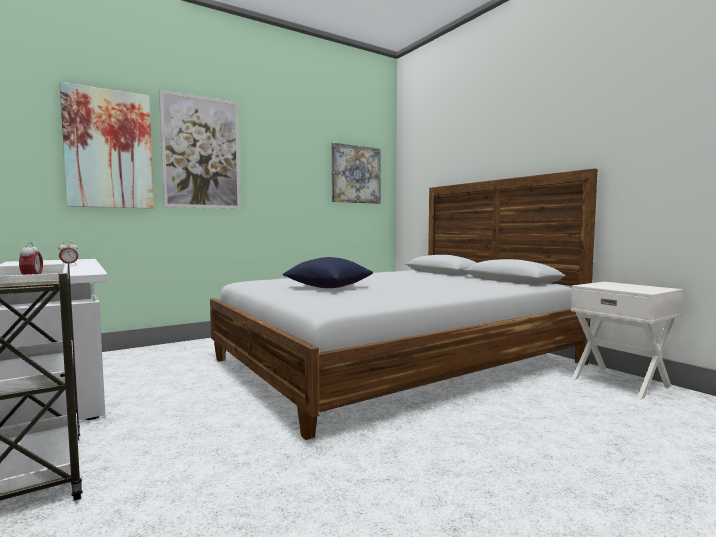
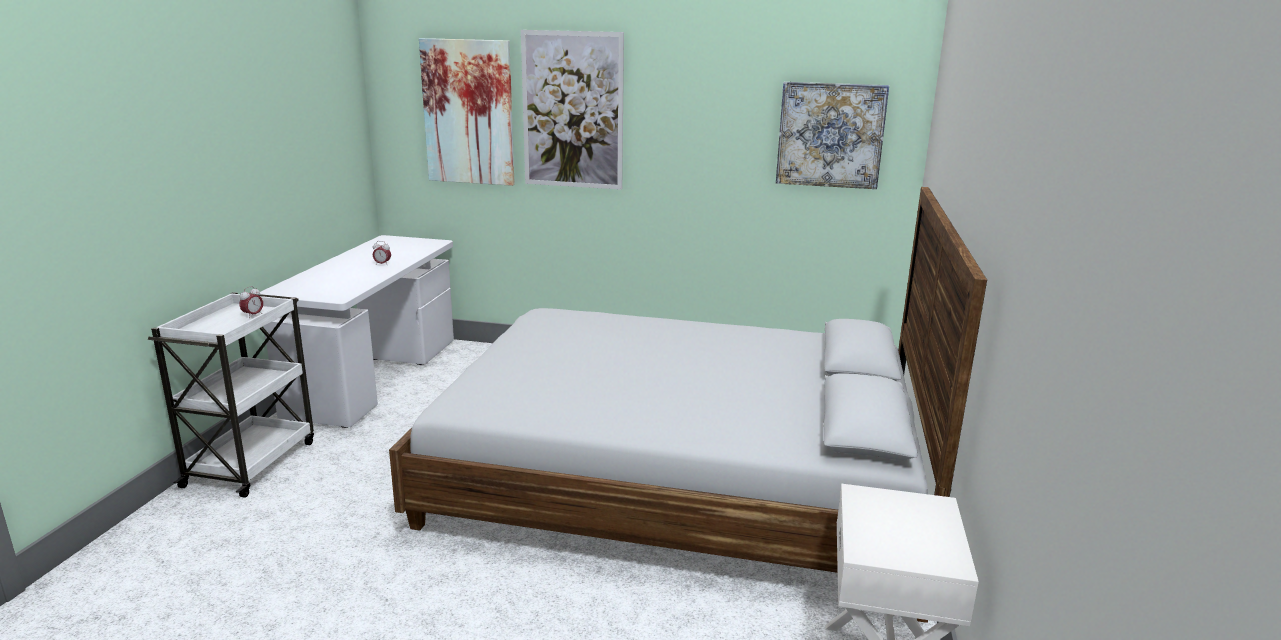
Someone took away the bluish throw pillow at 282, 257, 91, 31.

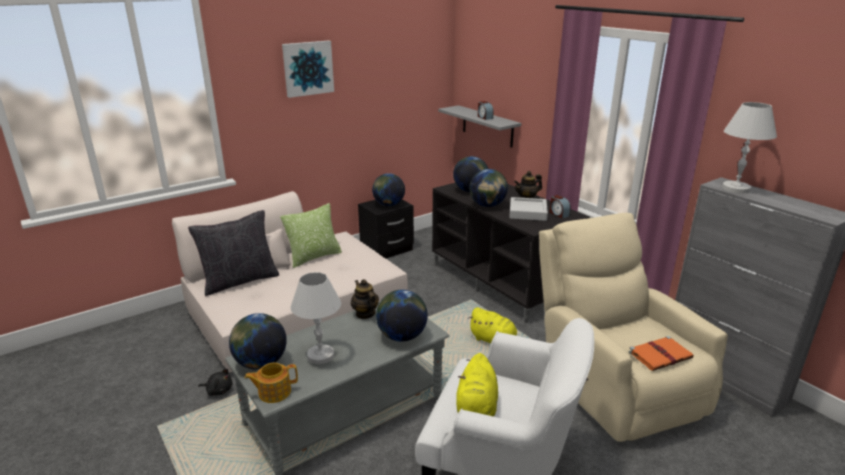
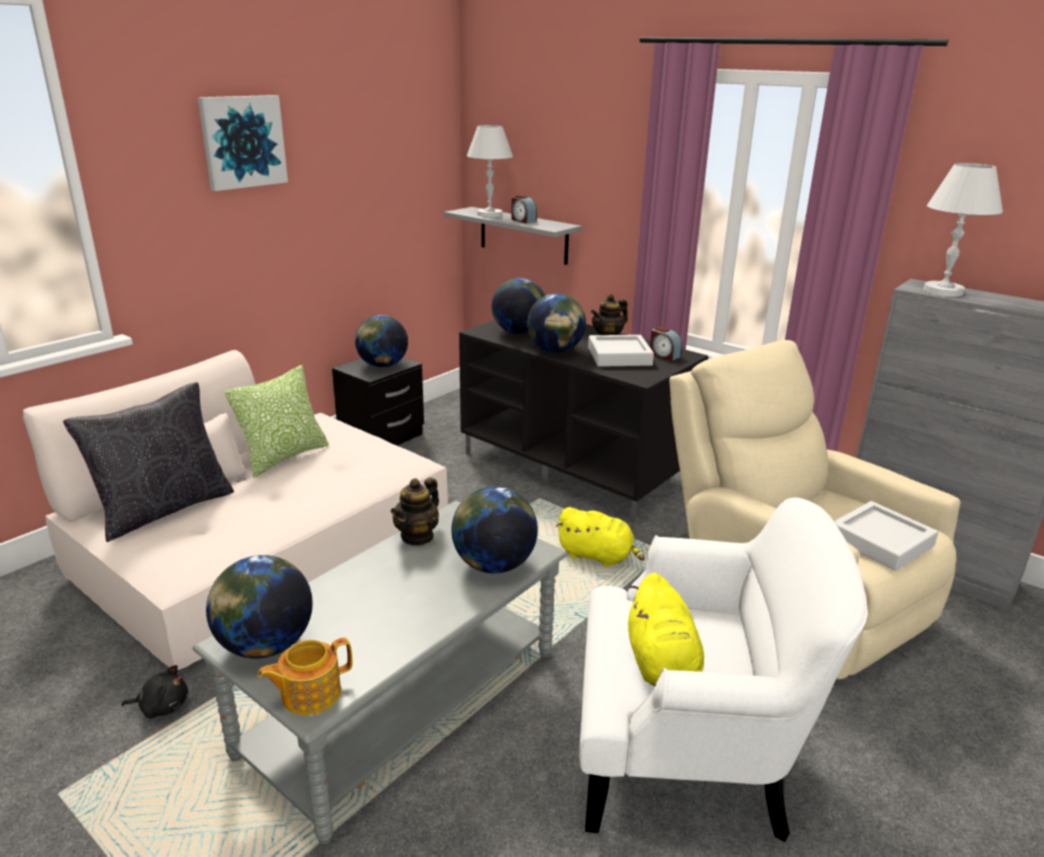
Someone carried the whitish tabletop lamp from 291, 272, 50, 92 to 467, 125, 46, 92.
Someone swapped the orange-coloured volume at 629, 336, 65, 35 for the gray serving tray at 834, 501, 104, 70.
Someone rotated the pot for tea at 351, 279, 28, 40 by 105 degrees counterclockwise.

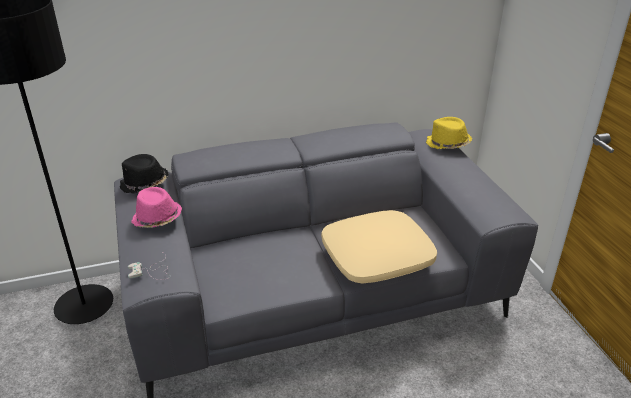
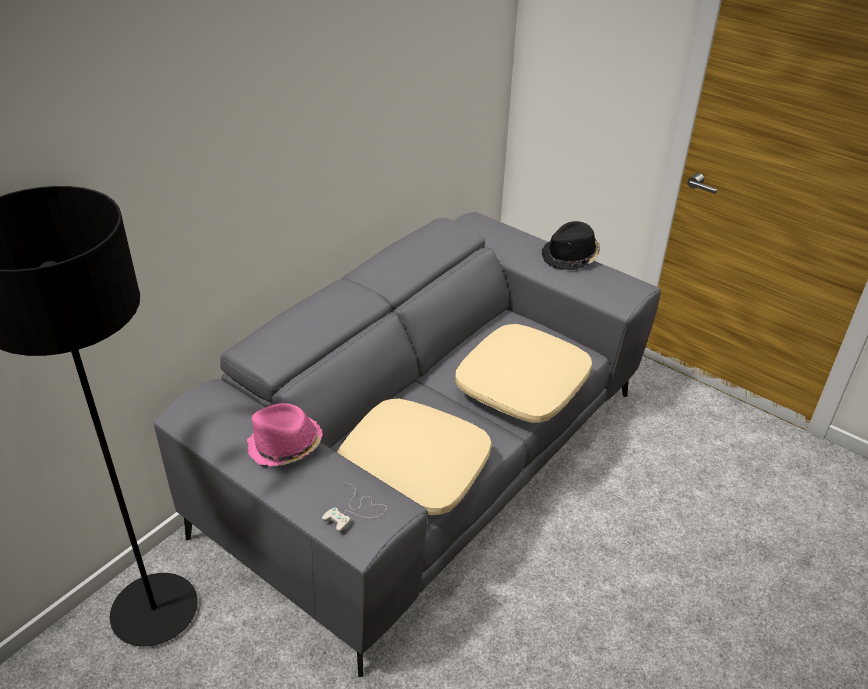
Someone took away the yellow-coloured hat at 426, 117, 46, 32.
Someone put down the beige-coloured throw pillow at 337, 399, 155, 116.
Someone carried the black hat from 120, 154, 49, 39 to 542, 221, 57, 49.

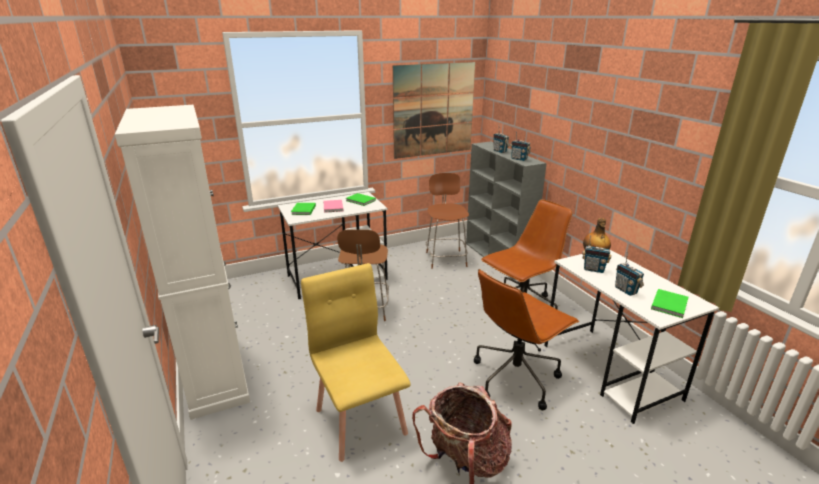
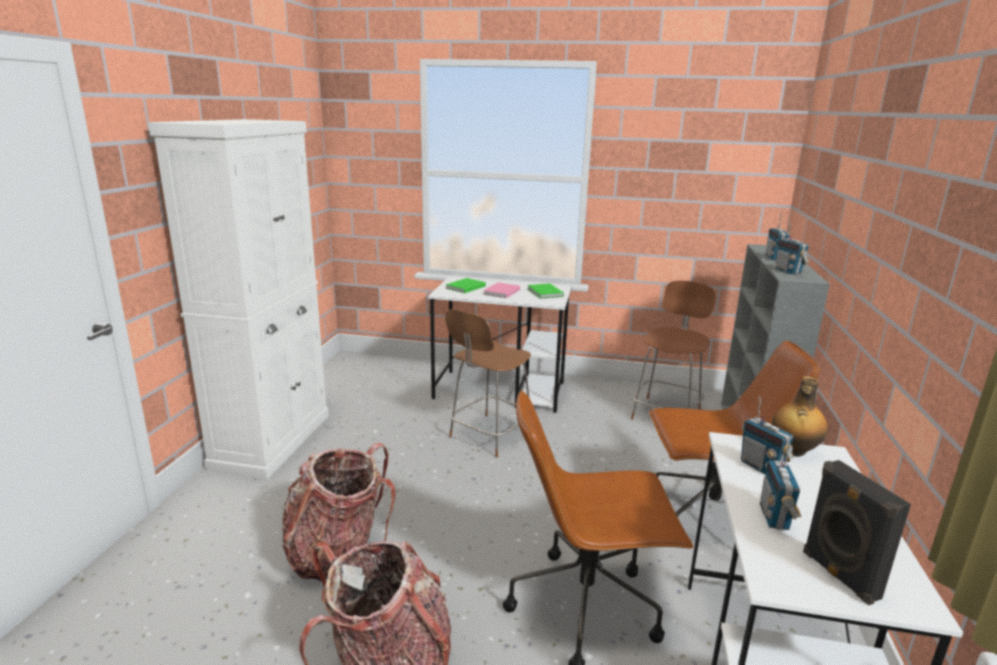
Someone took away the wall art at 393, 62, 82, 97.
Someone swapped the yellow-coloured upright chair at 301, 263, 110, 199 for the knapsack at 282, 443, 114, 138.
Someone swapped the green volume at 651, 289, 37, 29 for the black audio speaker at 803, 460, 108, 145.

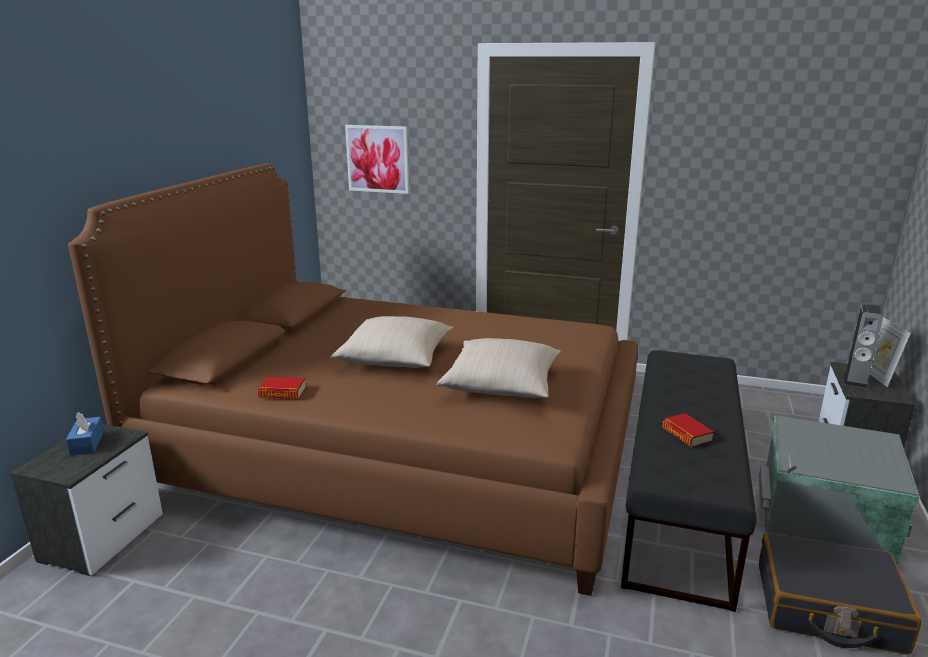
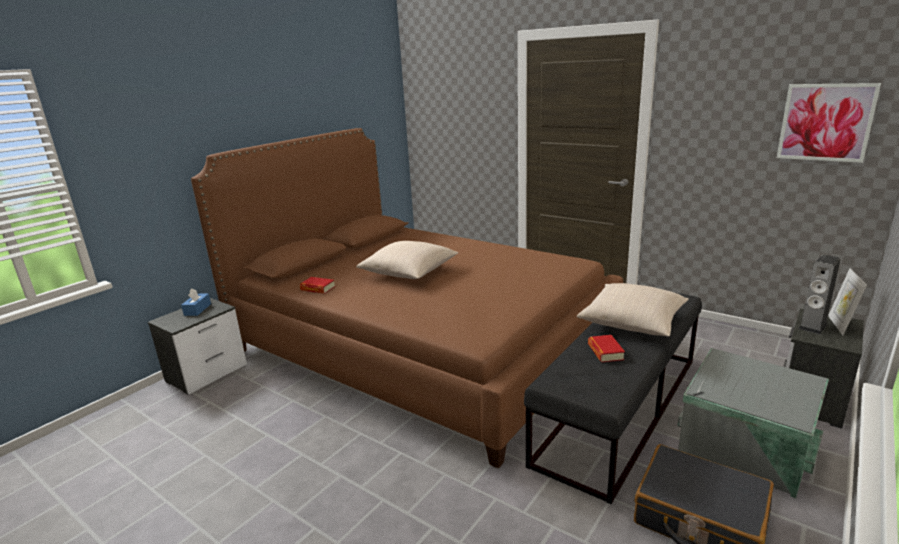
Someone carried the wall art from 345, 125, 64, 69 to 777, 83, 104, 80.
Someone carried the beige-coloured throw pillow from 437, 338, 124, 60 to 577, 283, 112, 54.

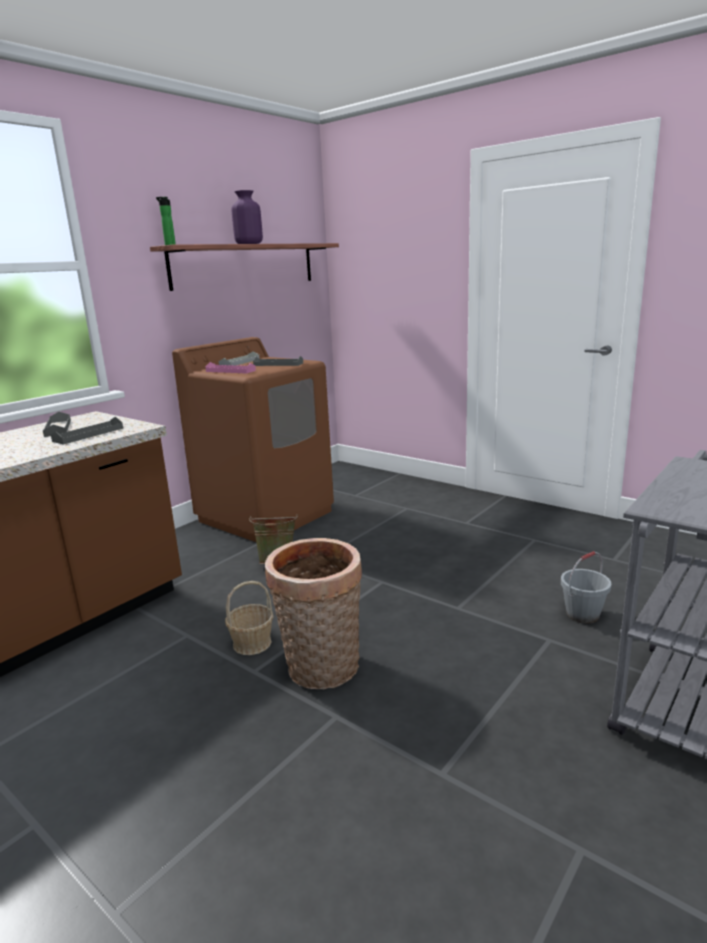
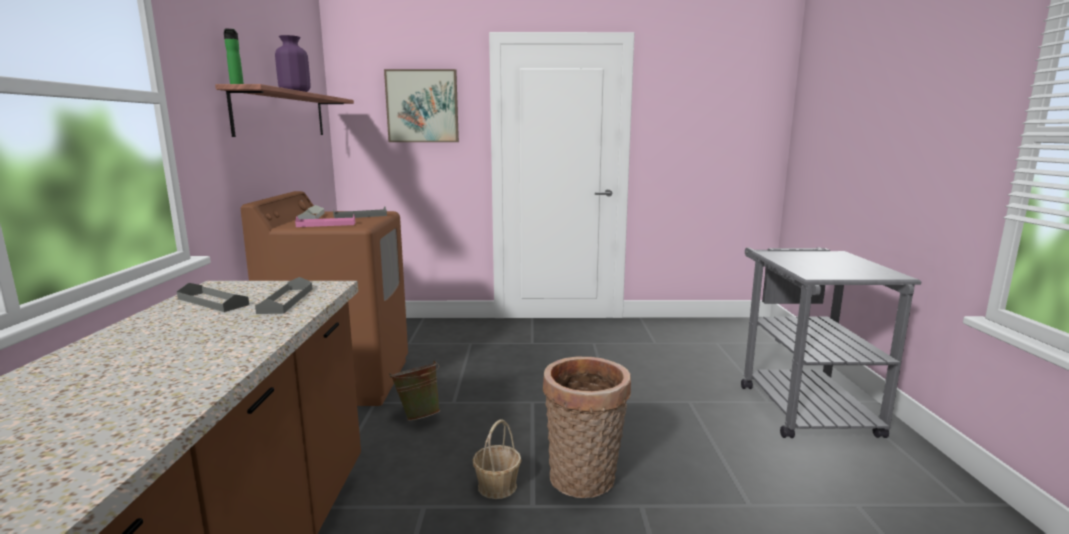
Someone took away the gray bucket at 561, 551, 50, 73.
Someone put up the wall art at 384, 69, 75, 73.

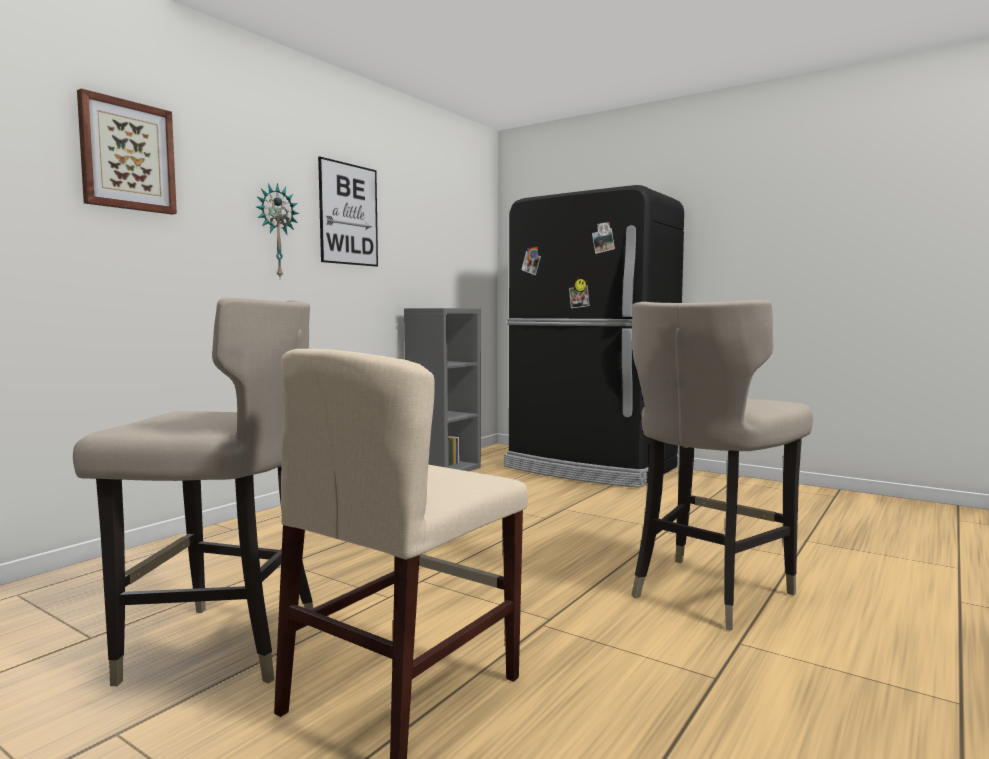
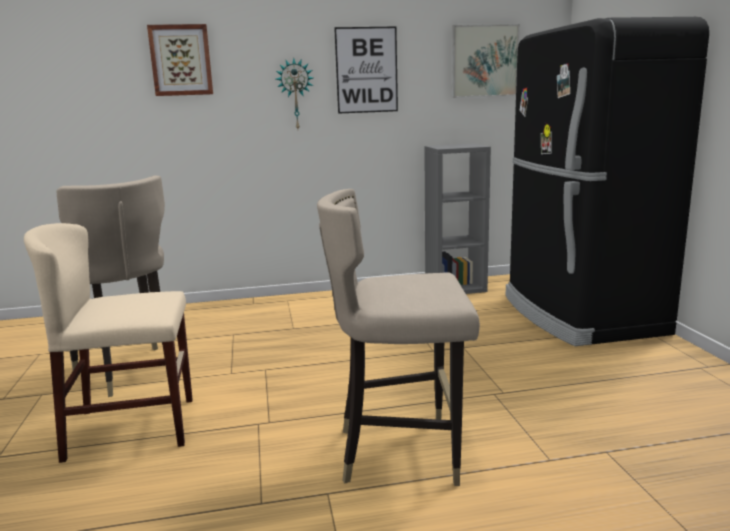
Someone put up the wall art at 452, 24, 68, 74.

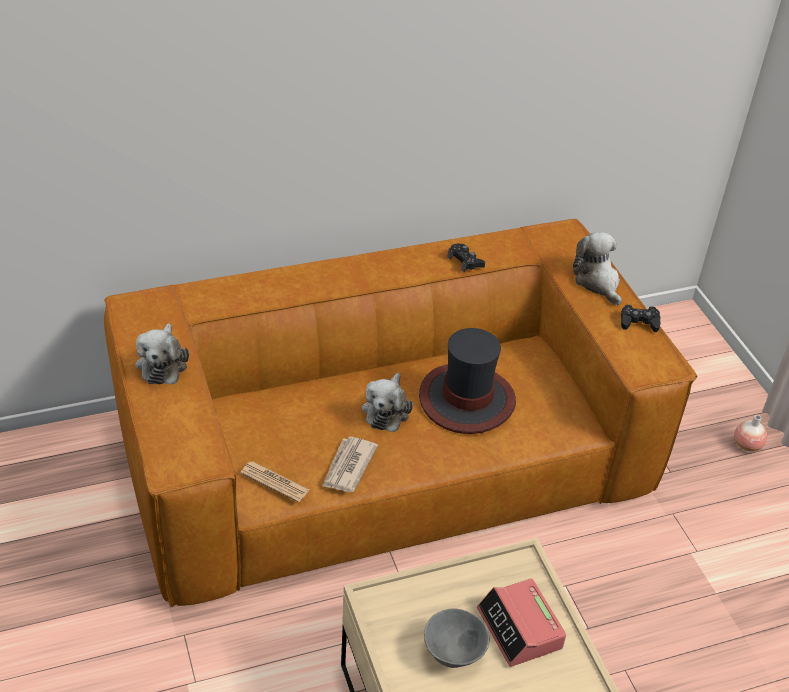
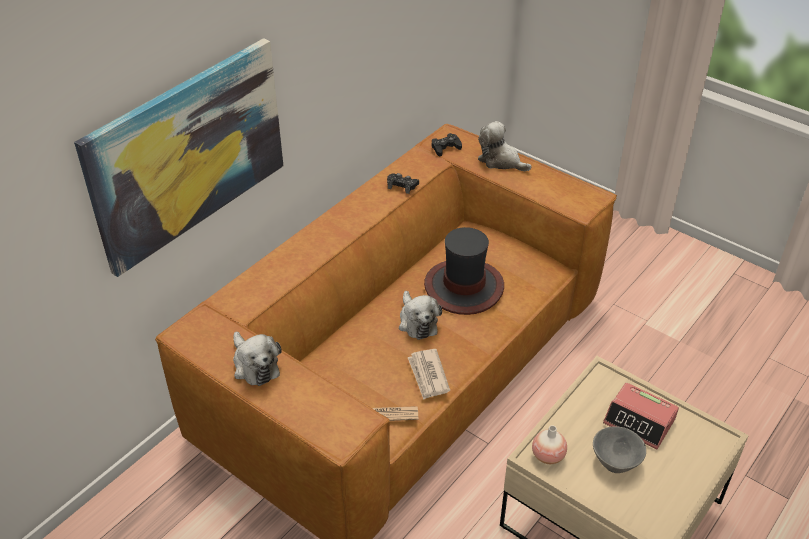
Someone put up the wall art at 74, 38, 209, 239.
Someone carried the black game controller from 621, 305, 40, 27 to 432, 133, 30, 23.
Someone carried the flower vase from 734, 415, 33, 37 to 532, 425, 35, 39.

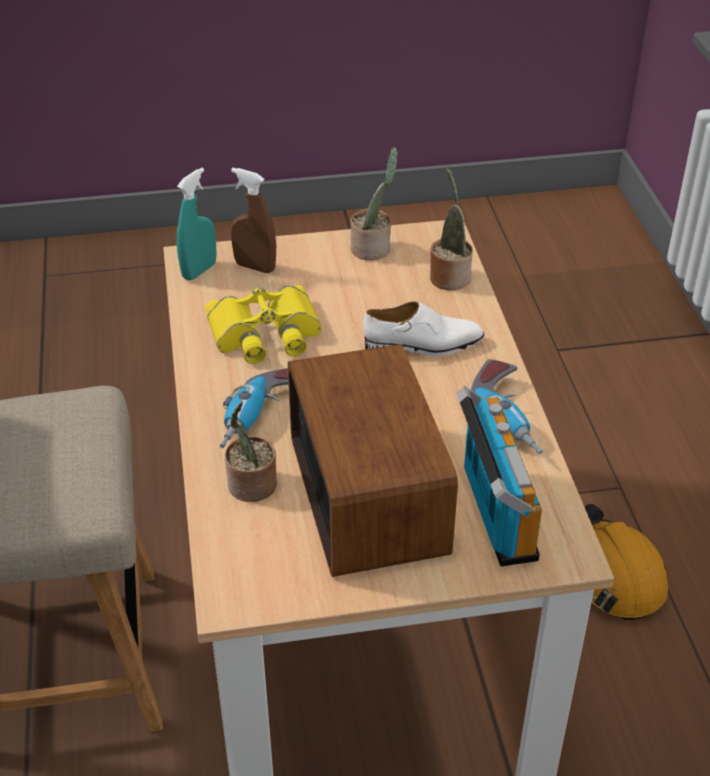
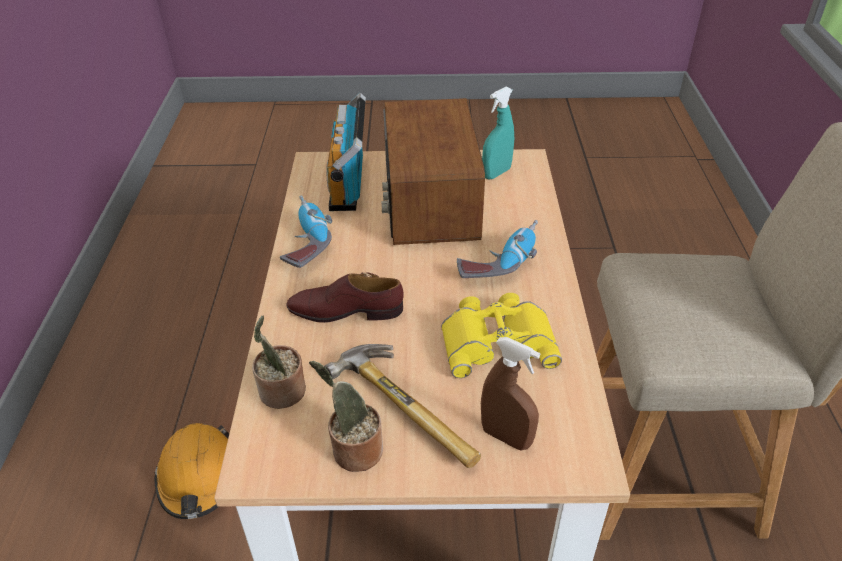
Someone took away the plant in a pot at 225, 401, 52, 101.
Someone put down the tool hammer at 324, 344, 157, 124.
Someone carried the turquoise spray bottle from 177, 168, 40, 112 to 482, 87, 32, 93.
Someone repainted the whitish item of footwear at 363, 301, 121, 55, which became the brown-coloured item of footwear at 286, 272, 118, 51.

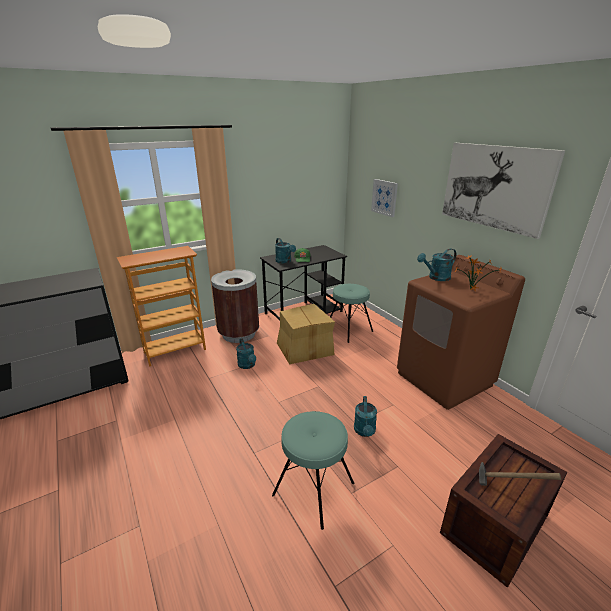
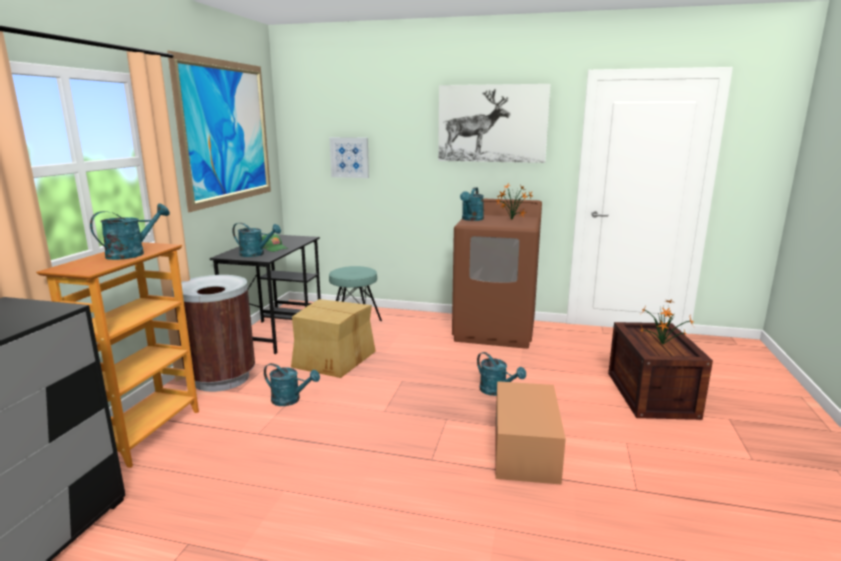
Someone put down the turquoise sprinkling can at 90, 204, 80, 56.
Someone put up the wall art at 167, 50, 104, 163.
Someone swapped the turquoise stool at 272, 411, 82, 119 for the packing box at 495, 381, 71, 104.
Someone swapped the tool hammer at 479, 462, 82, 24 for the plant in a pot at 641, 299, 52, 46.

